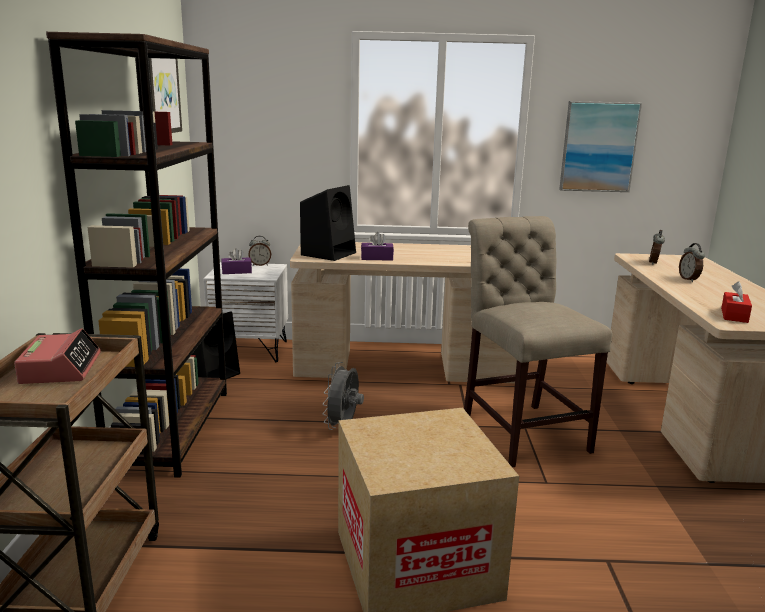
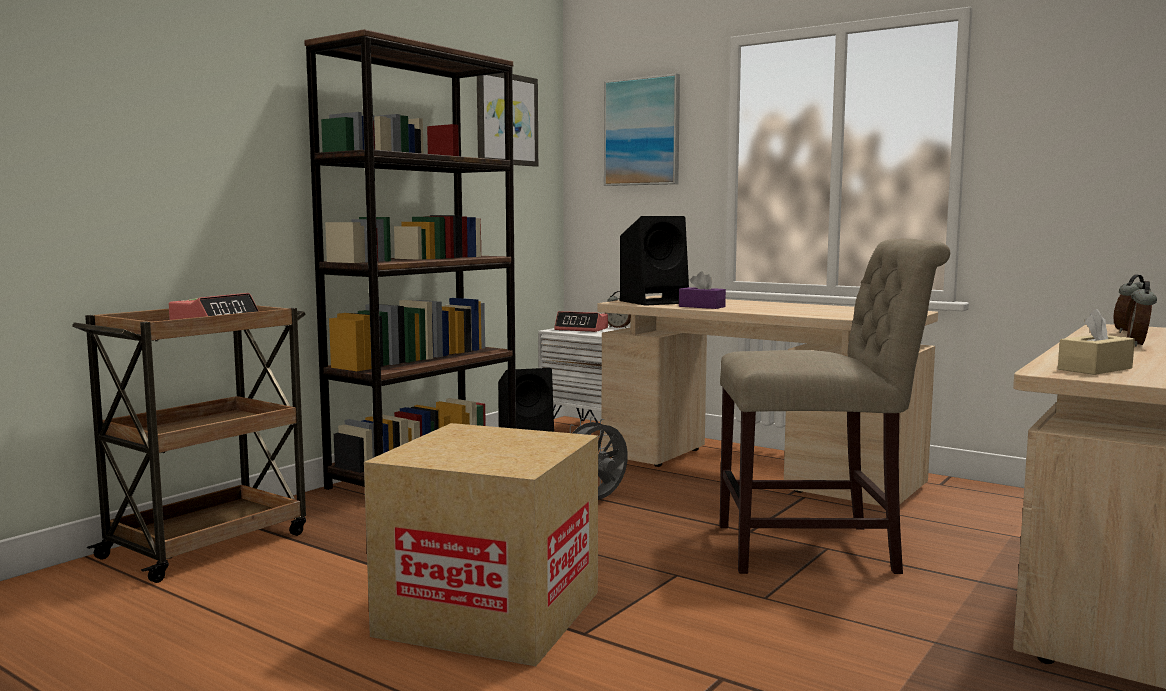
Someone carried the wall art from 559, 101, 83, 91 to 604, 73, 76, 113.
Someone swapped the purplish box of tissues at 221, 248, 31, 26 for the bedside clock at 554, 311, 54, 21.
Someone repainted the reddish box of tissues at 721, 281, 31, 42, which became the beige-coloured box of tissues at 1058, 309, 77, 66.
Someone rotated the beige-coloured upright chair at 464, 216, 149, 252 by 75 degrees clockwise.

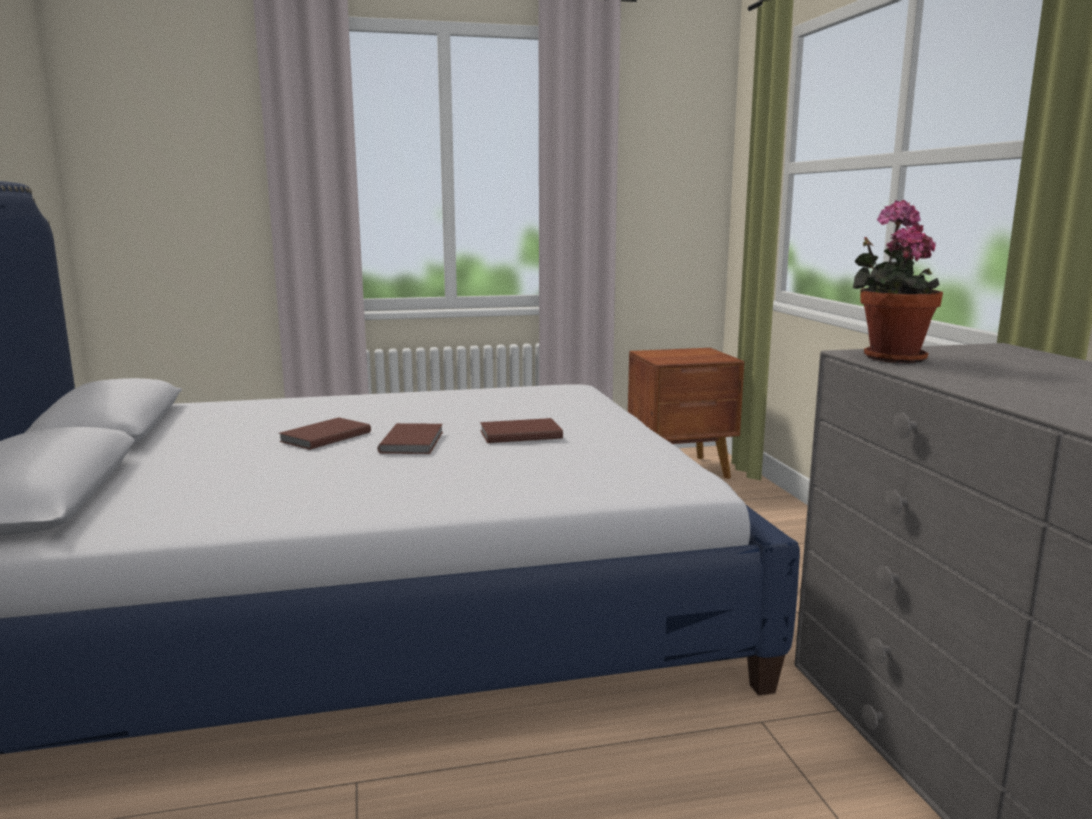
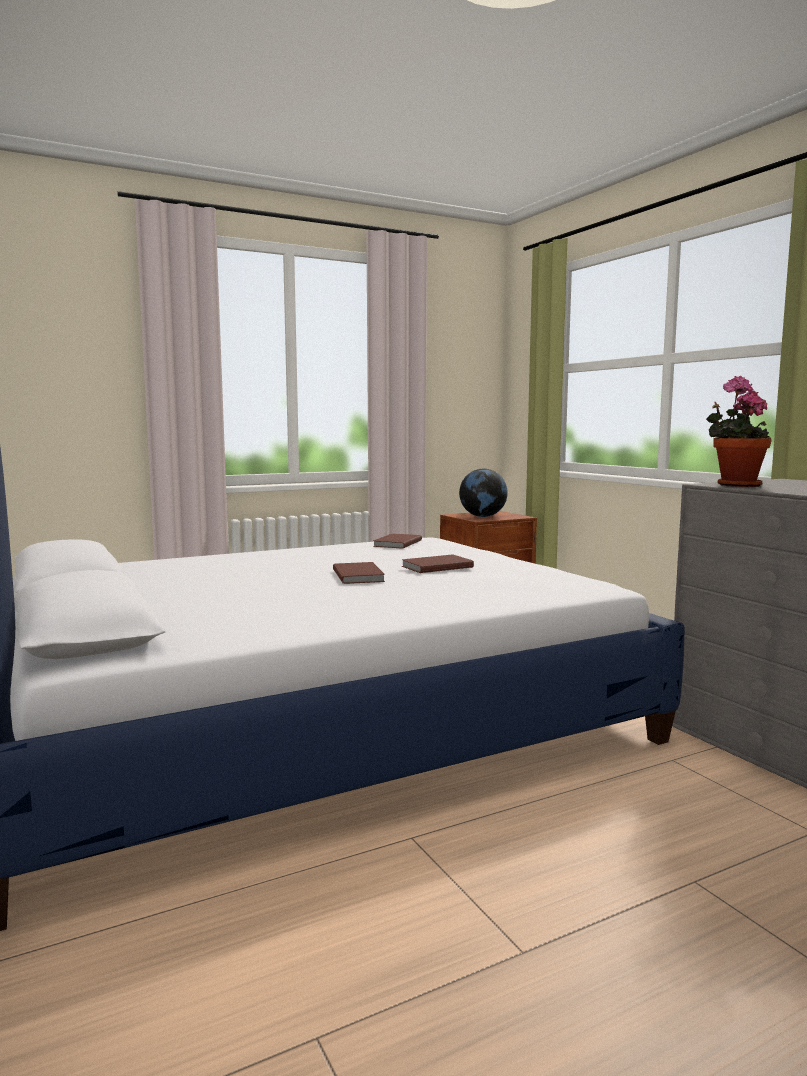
Someone put down the globe at 459, 469, 49, 48.
Someone carried the brown-coloured volume from 279, 417, 92, 33 to 373, 533, 49, 16.

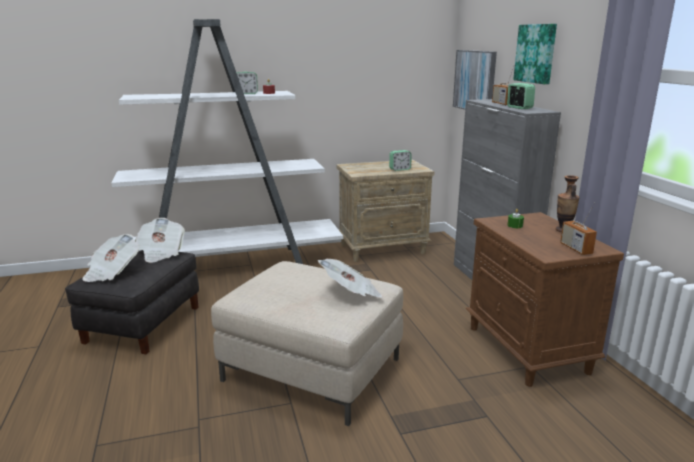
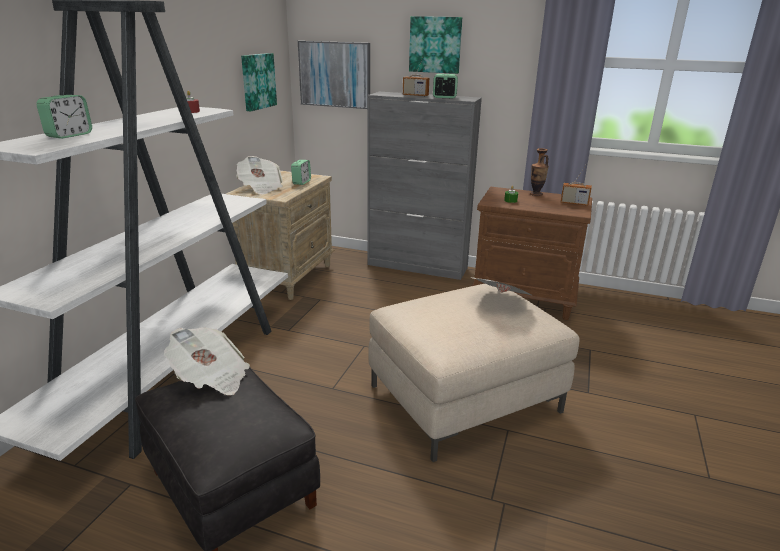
Someone put up the wall art at 241, 53, 36, 59.
Someone carried the newspaper from 82, 234, 57, 48 to 236, 156, 47, 39.
Someone carried the bedside clock from 236, 72, 22, 22 to 36, 95, 56, 44.

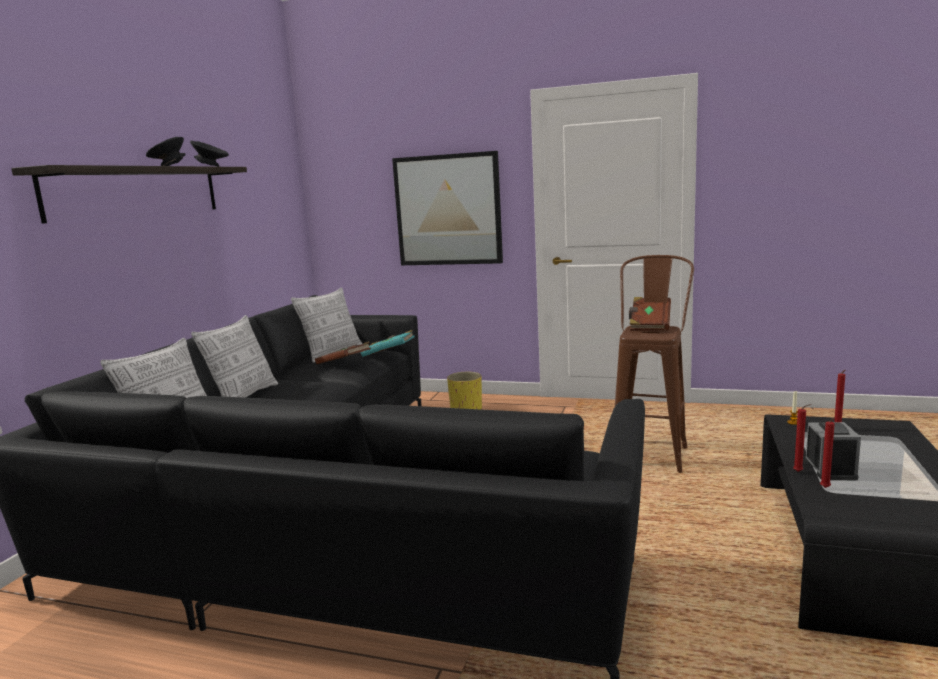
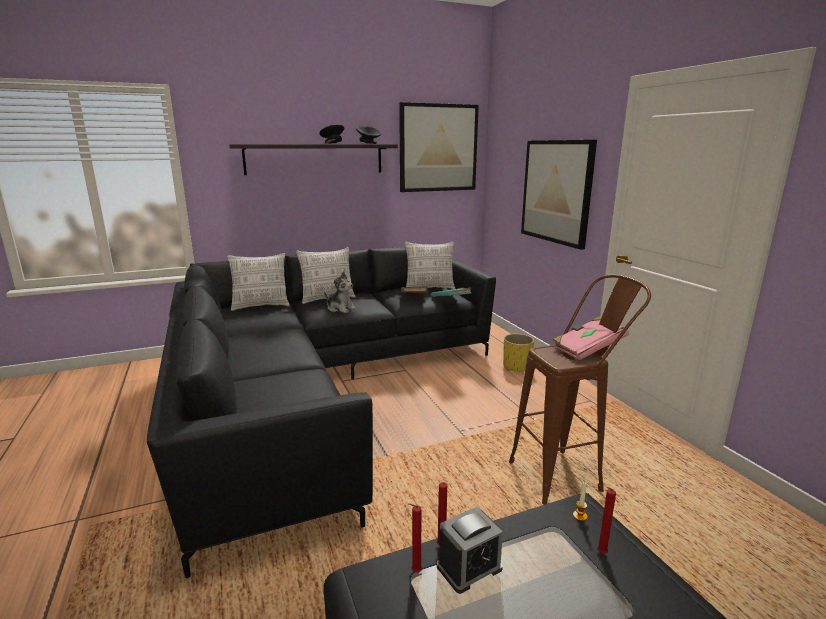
Someone put down the cuddly toy at 324, 271, 32, 42.
Someone put up the wall art at 399, 102, 80, 90.
Someone repainted the brown-coloured volume at 629, 297, 42, 34, which became the pink volume at 553, 316, 76, 44.

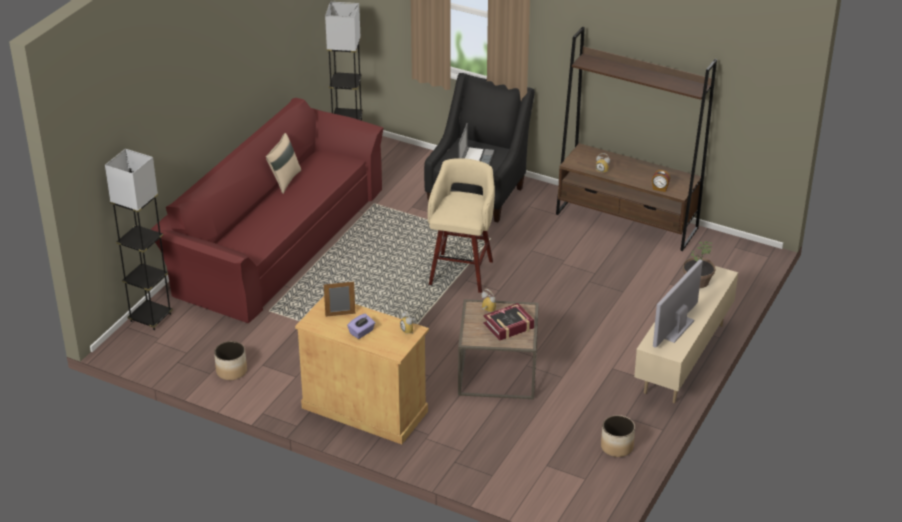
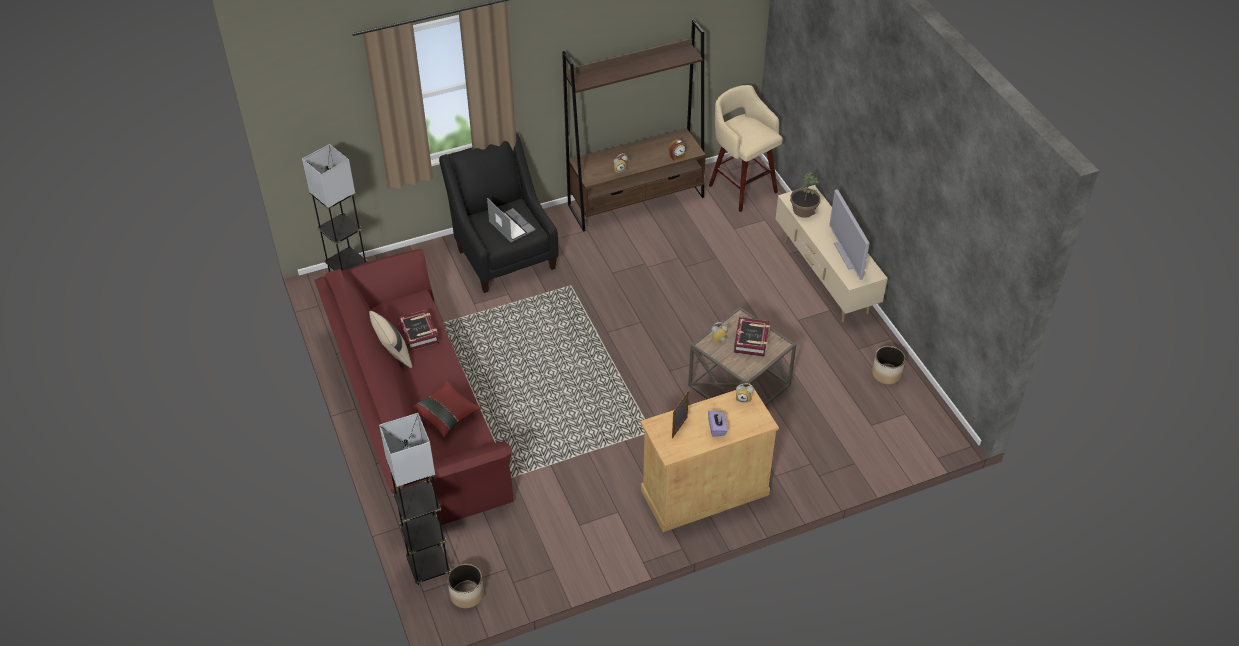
Someone put down the volume at 398, 310, 41, 41.
Someone put down the reddish throw pillow at 413, 381, 69, 57.
Someone carried the planter from 214, 341, 33, 39 to 447, 564, 37, 44.
Someone carried the beige-coloured stool from 428, 158, 67, 135 to 709, 85, 74, 127.

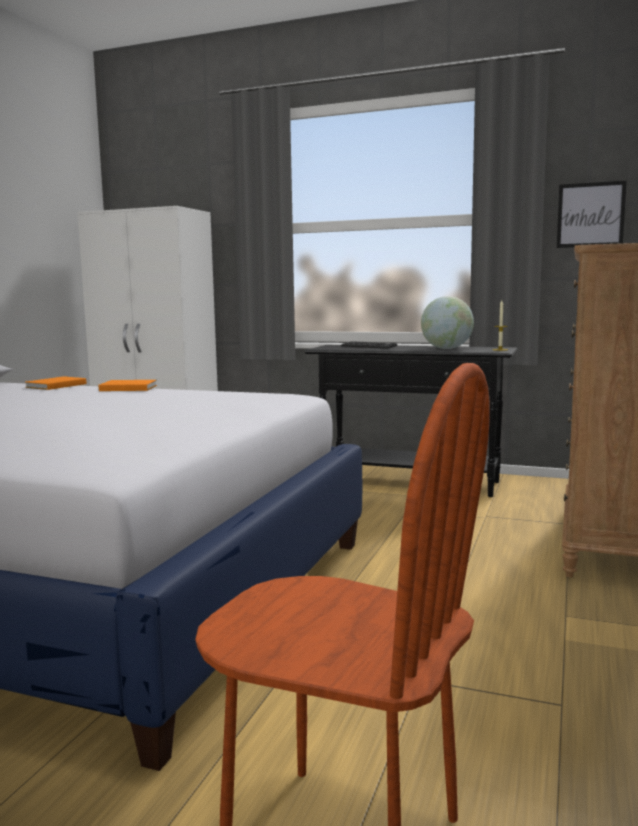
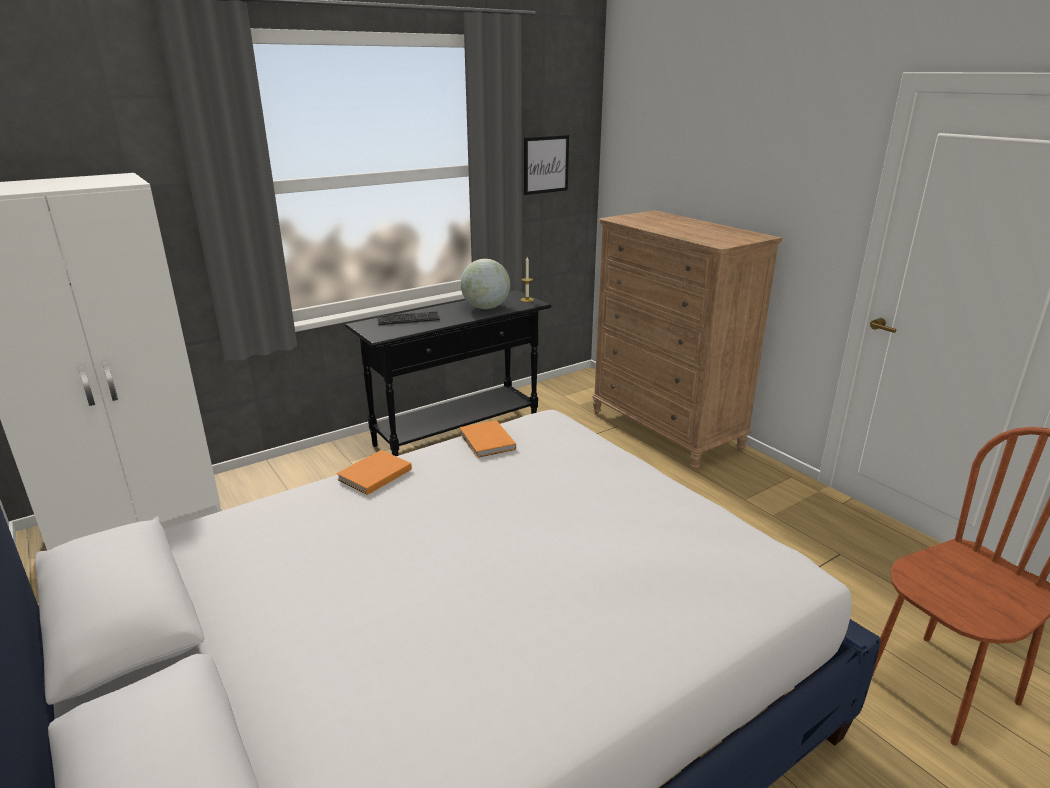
Someone carried the orange-coloured volume from 25, 376, 61, 14 to 459, 420, 57, 38.

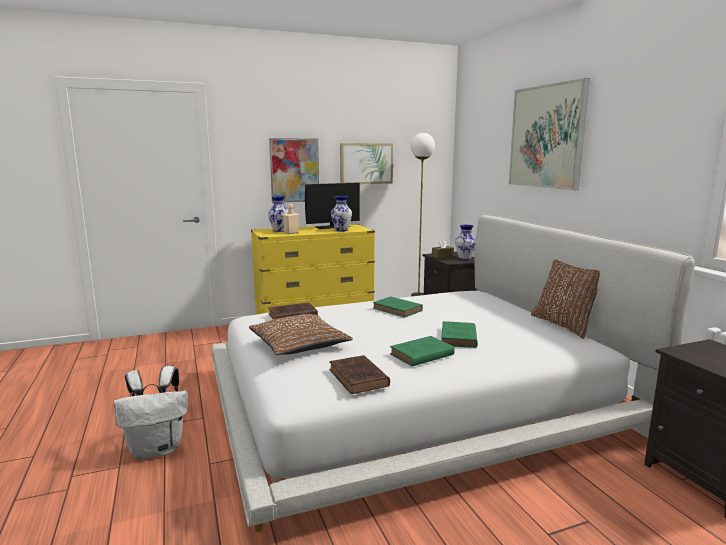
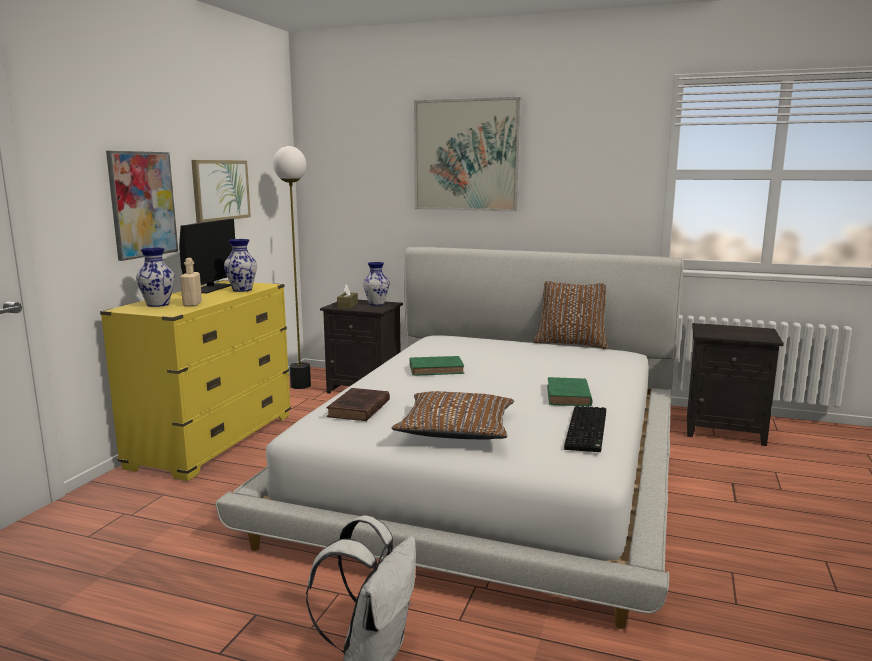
Someone took away the green volume at 441, 321, 37, 27.
Someone swapped the brown-coloured volume at 329, 355, 61, 39 for the PC keyboard at 564, 406, 42, 46.

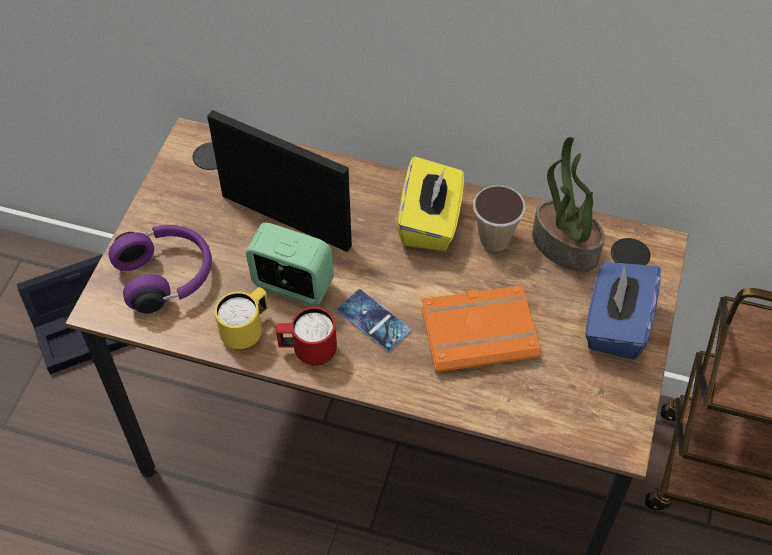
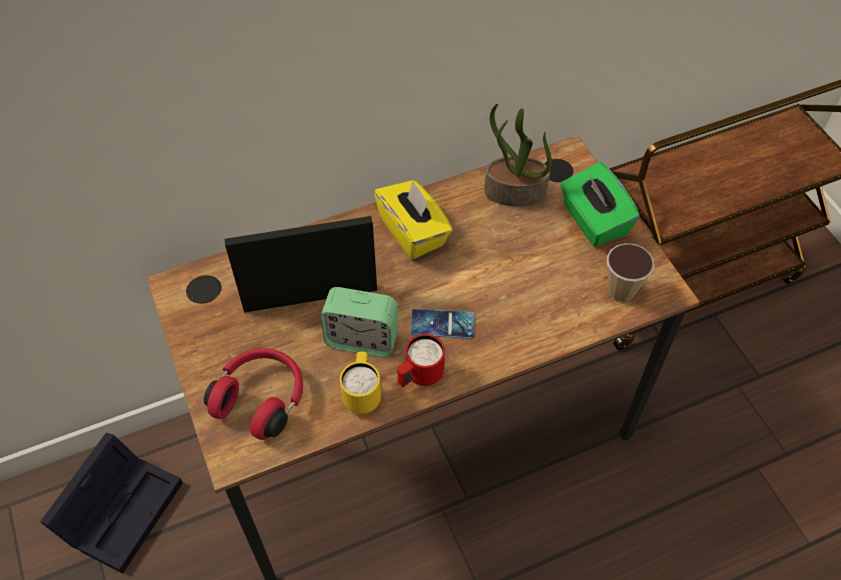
Someone took away the orange-coloured volume at 422, 285, 119, 87.
Someone carried the drinking cup from 473, 186, 53, 65 to 607, 243, 47, 59.
Someone repainted the purplish pair of headphones at 109, 225, 103, 88, which became the reddish pair of headphones at 204, 348, 99, 92.
Someone repainted the bluish box of tissues at 585, 262, 76, 98, which became the green box of tissues at 560, 162, 80, 84.
Someone rotated the bedside clock at 246, 223, 88, 83 by 150 degrees counterclockwise.

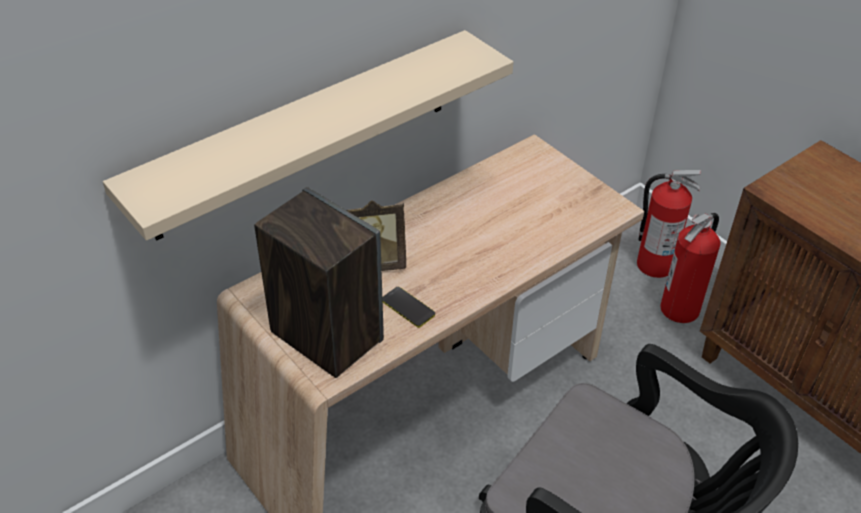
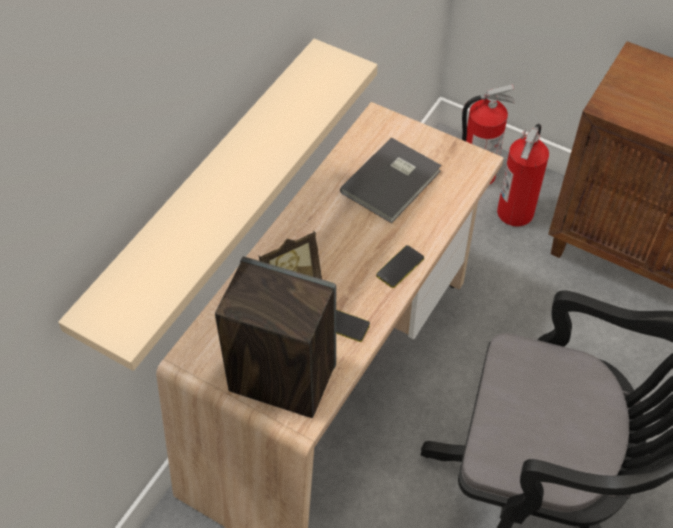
Someone put down the gray volume at 340, 137, 102, 86.
Someone put down the phone at 376, 245, 48, 43.

